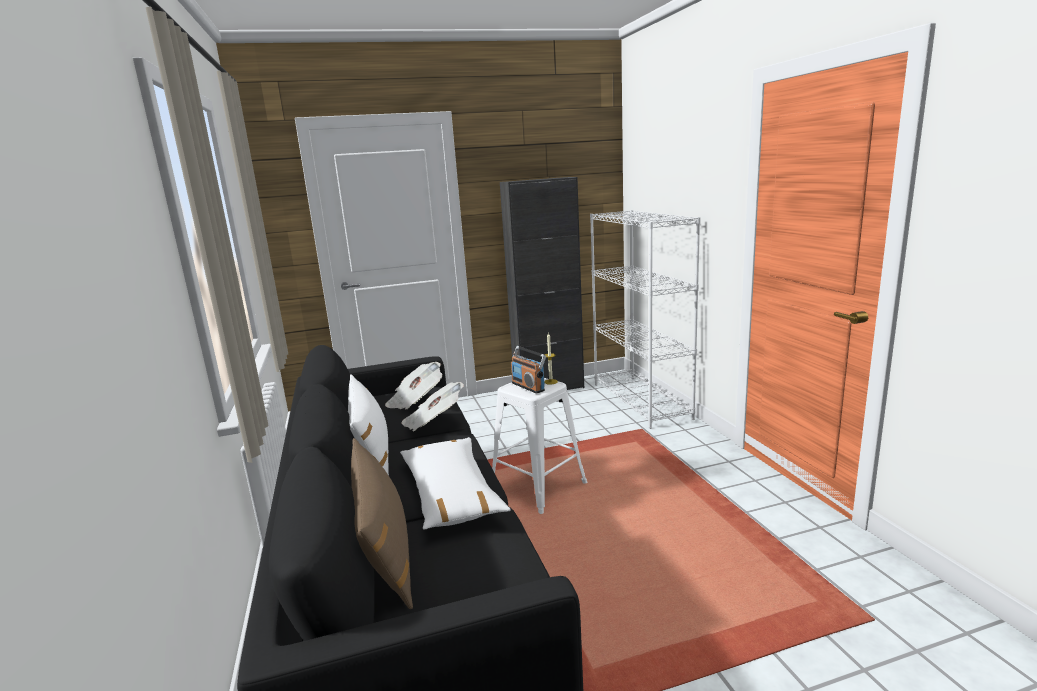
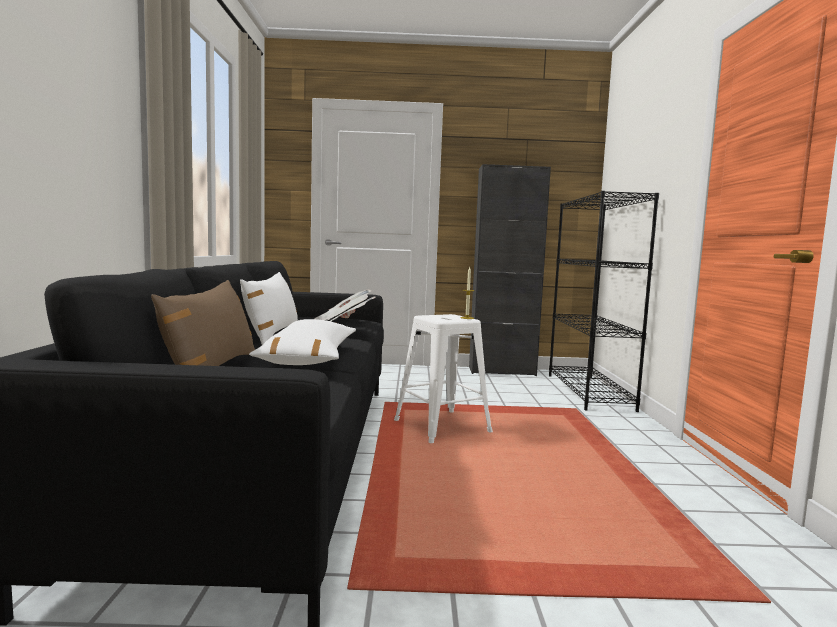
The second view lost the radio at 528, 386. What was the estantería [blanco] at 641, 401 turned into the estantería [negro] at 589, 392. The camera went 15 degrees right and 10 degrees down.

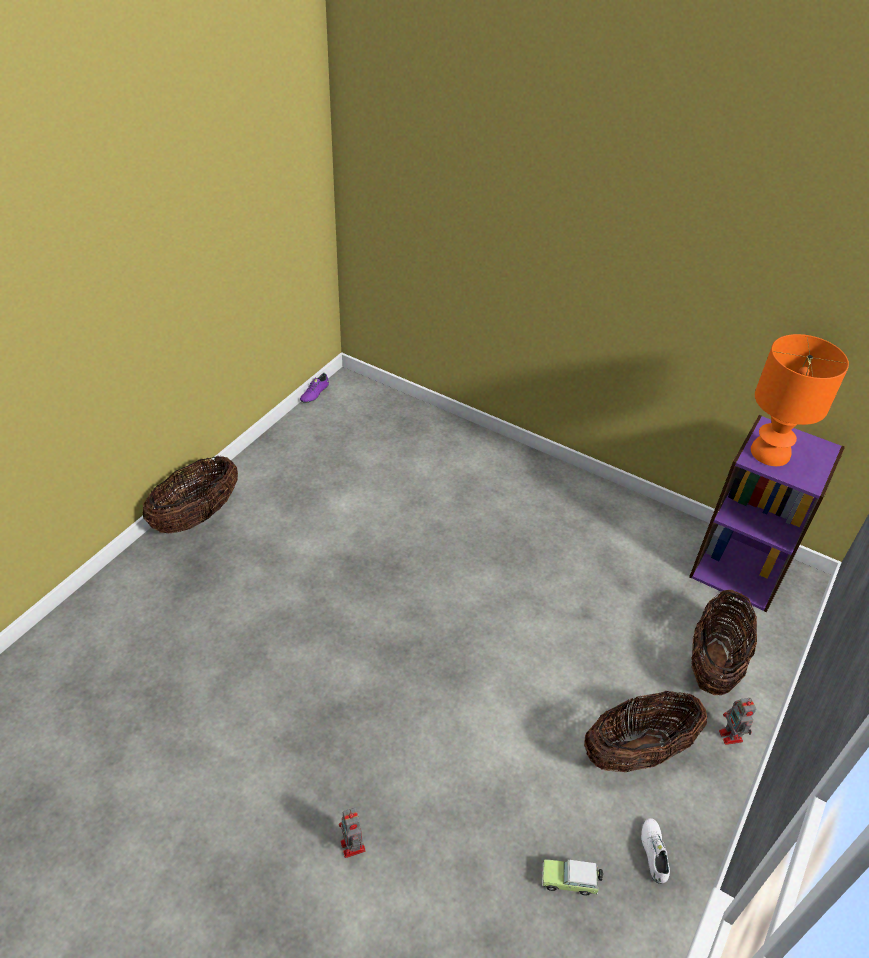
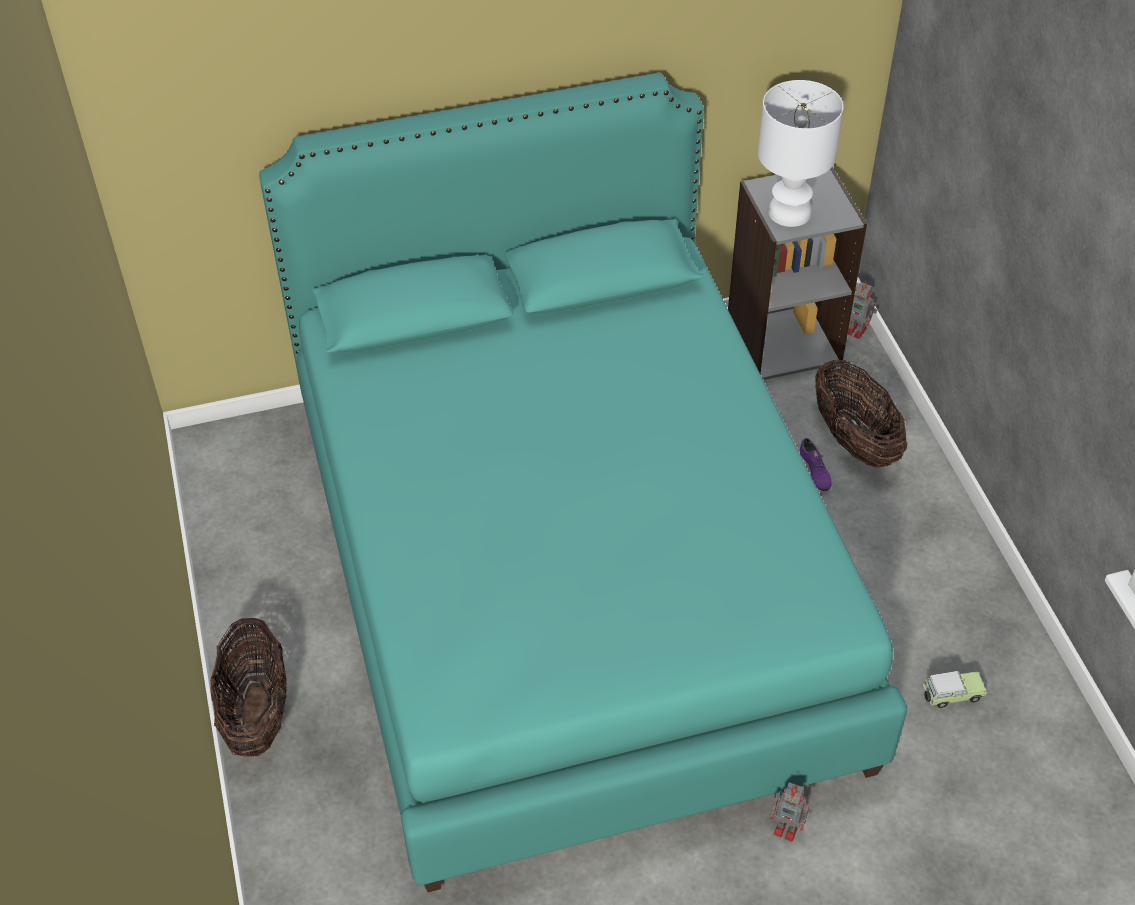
The second view lost the cesta at 637, 752. The second view lost the zapato [blanco] at 654, 853. The second view gained the cama [turquesa] at 568, 576. The zapato [morado] ended up elsewhere, having gone from 314, 394 to 814, 471. The robot de juguete ended up elsewhere, having gone from 731, 737 to 857, 330. What was the estantería [morado] at 739, 568 turned into the estantería [gris] at 783, 341. What was the lámpara de mesa [naranja] at 769, 453 turned into the lámpara de mesa [blanco] at 789, 213. The coche de juguete at 570, 881 ended up facing another way, 150 degrees counterclockwise from before. The camera went 45 degrees left and 5 degrees up.

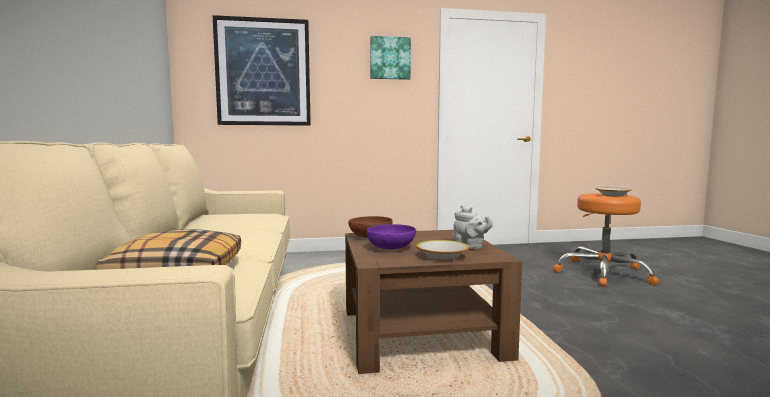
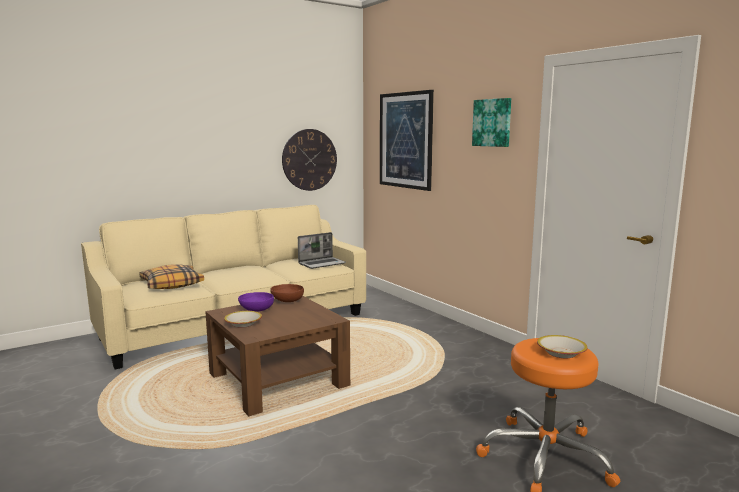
The second view lost the tetera [gris] at 470, 247. The second view gained the reloj de pared at 309, 160. The second view gained the portátil at 322, 264. The camera went 65 degrees right and 5 degrees up.

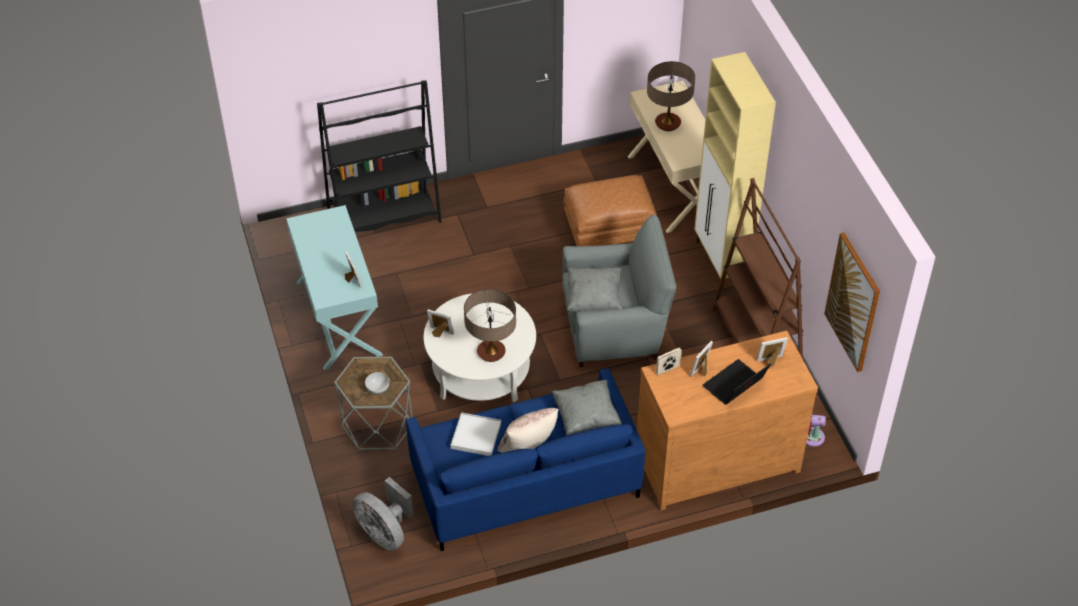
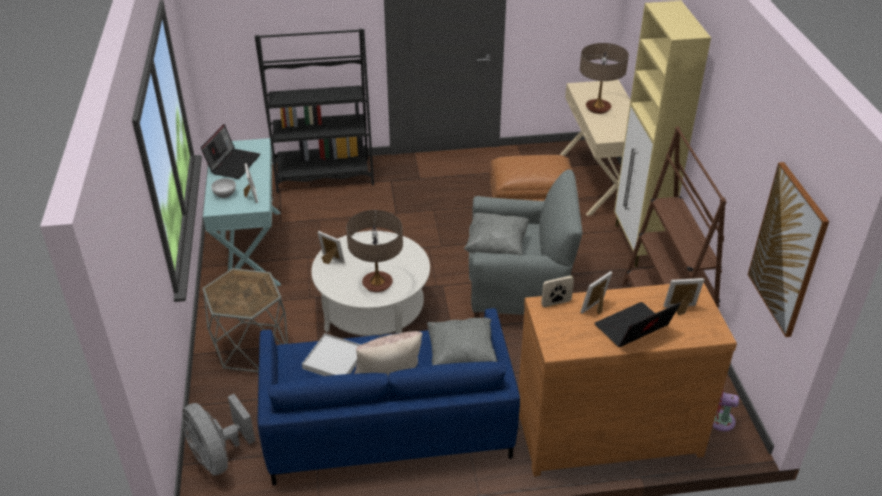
The second view gained the portátil at 233, 163. The cuenco ended up elsewhere, having gone from 378, 388 to 225, 194. The camera went 10 degrees right and 10 degrees down.

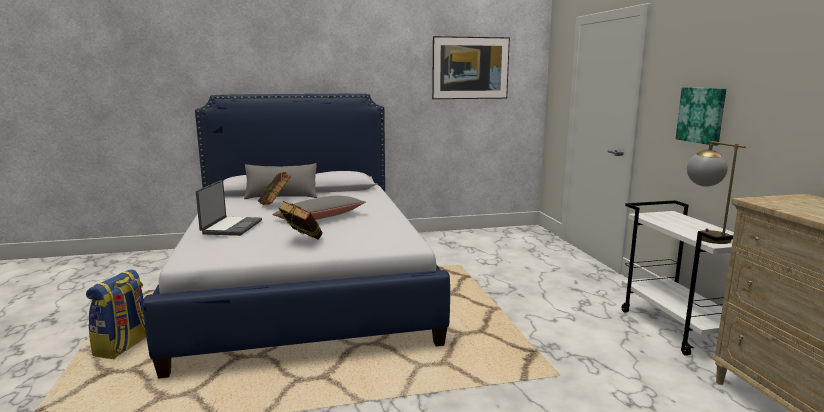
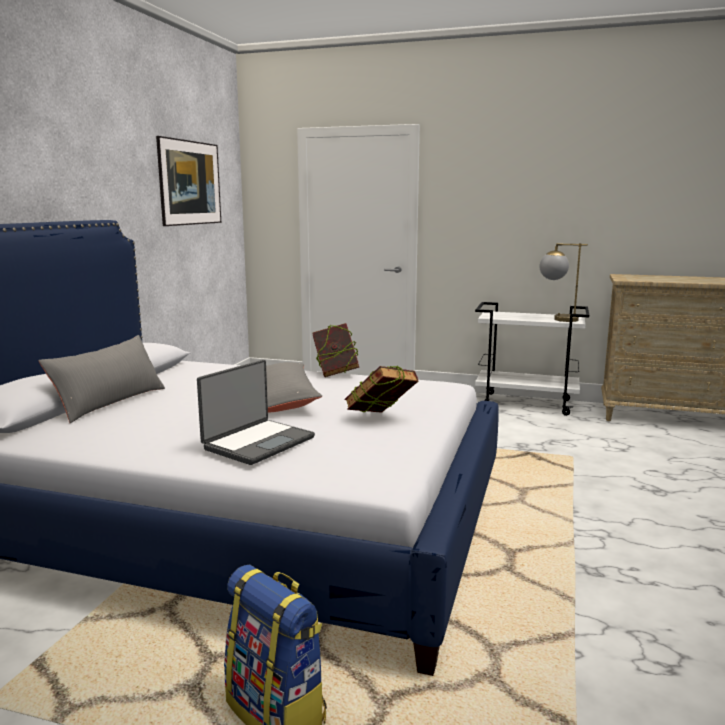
The second view lost the cuadro at 702, 115. The libro ended up elsewhere, having gone from 275, 205 to 335, 373. The portátil at 231, 227 ended up facing another way, 90 degrees clockwise from before. The camera went 60 degrees left and 0 degrees up.

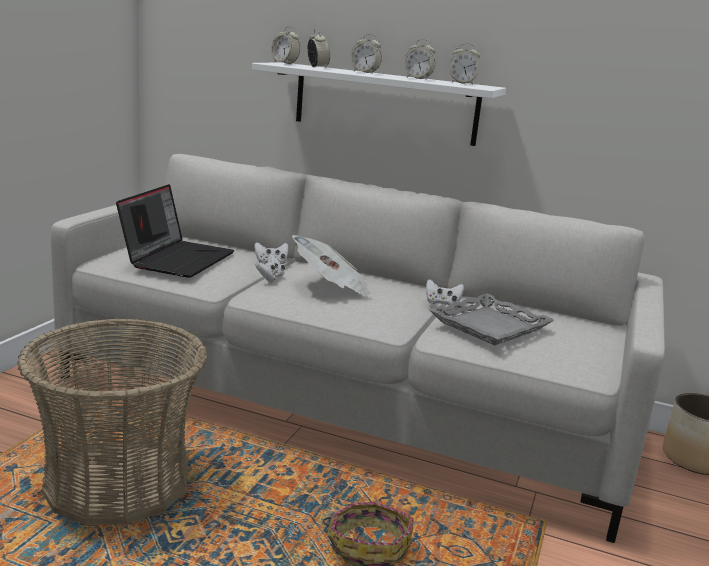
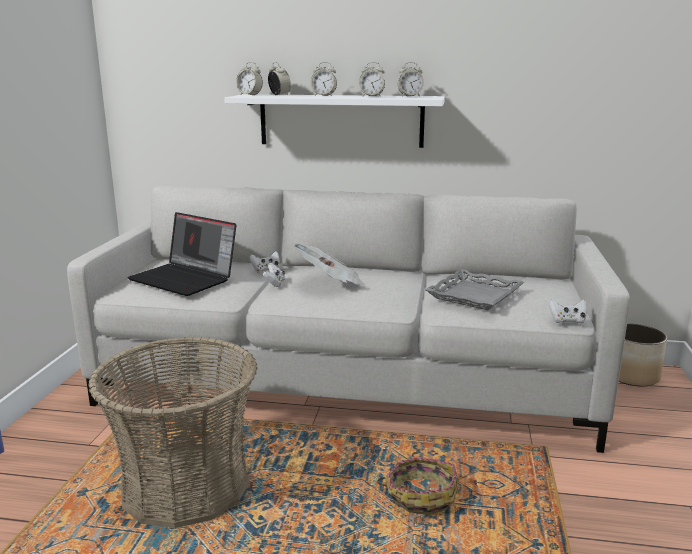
The mando de consola [blanco] ended up elsewhere, having gone from 442, 303 to 567, 321. The portátil at 178, 258 ended up facing another way, 120 degrees clockwise from before. The camera went 10 degrees left and 0 degrees up.

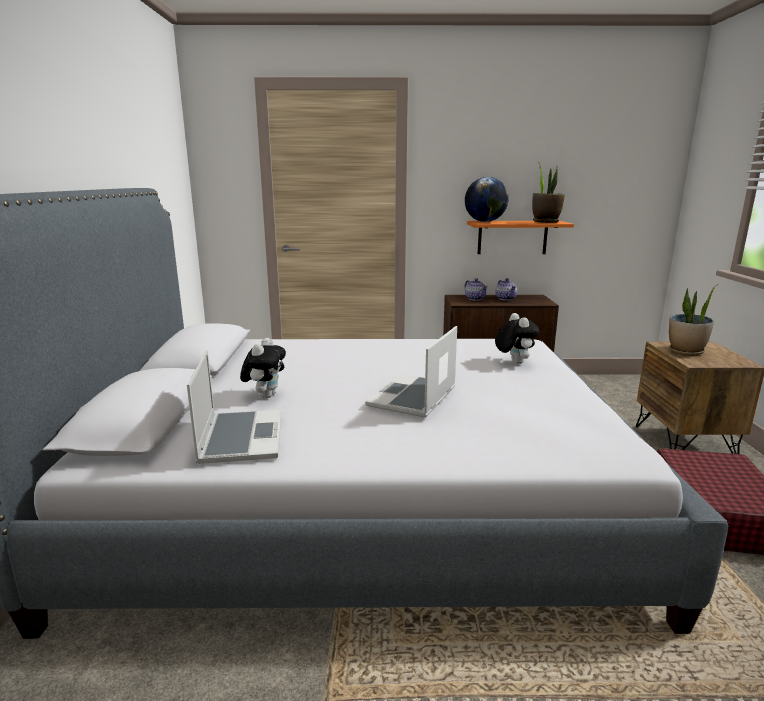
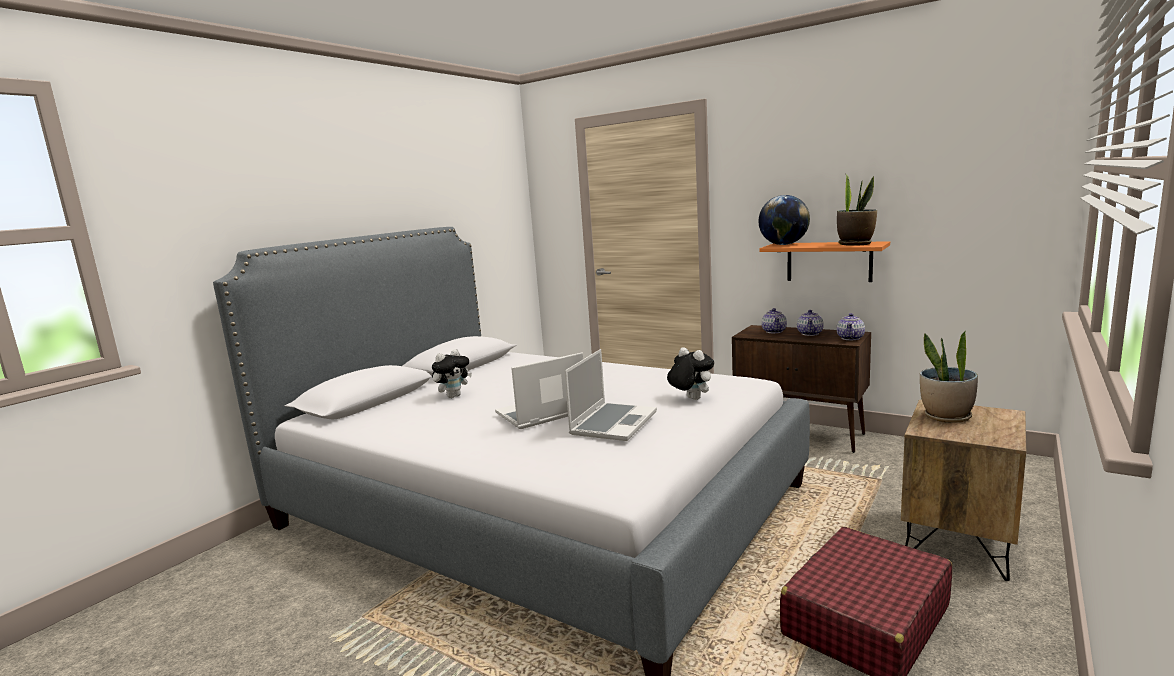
The second view gained the tetera at 850, 338. The portátil ended up elsewhere, having gone from 240, 437 to 613, 423. The peluche at 513, 362 ended up facing another way, 60 degrees counterclockwise from before. The camera went 35 degrees right and 5 degrees down.

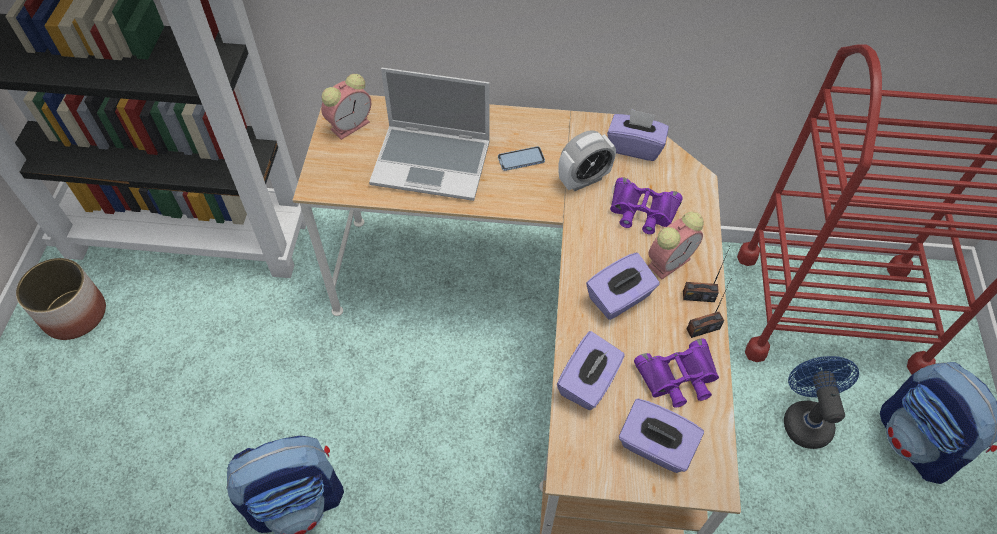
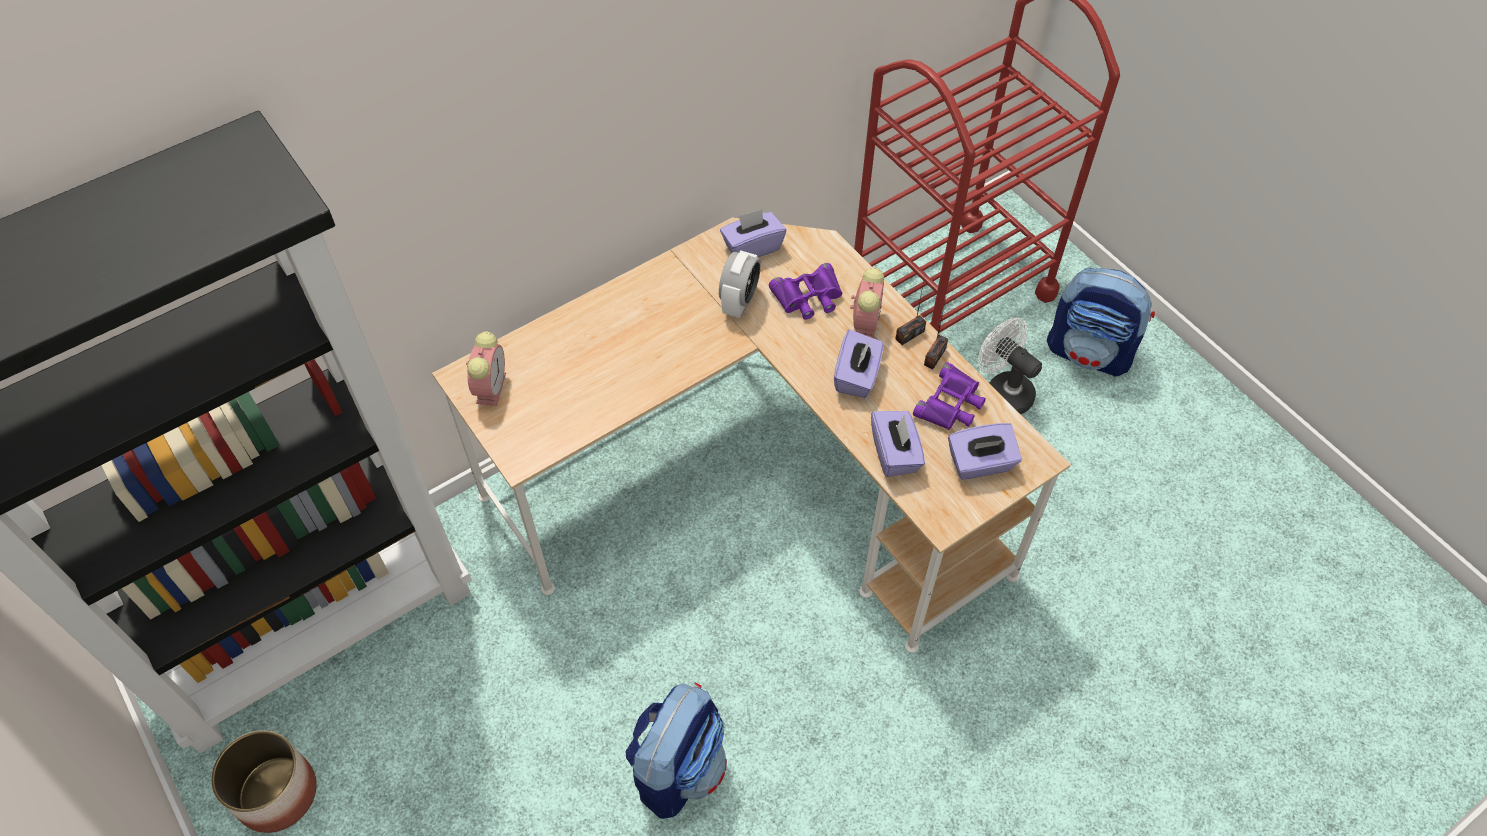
The second view lost the portátil at 433, 163. The second view lost the móvil at 521, 159. What was the ventilador [azul] at 805, 418 turned into the ventilador [blanco] at 1002, 391. The camera went 40 degrees left and 0 degrees up.

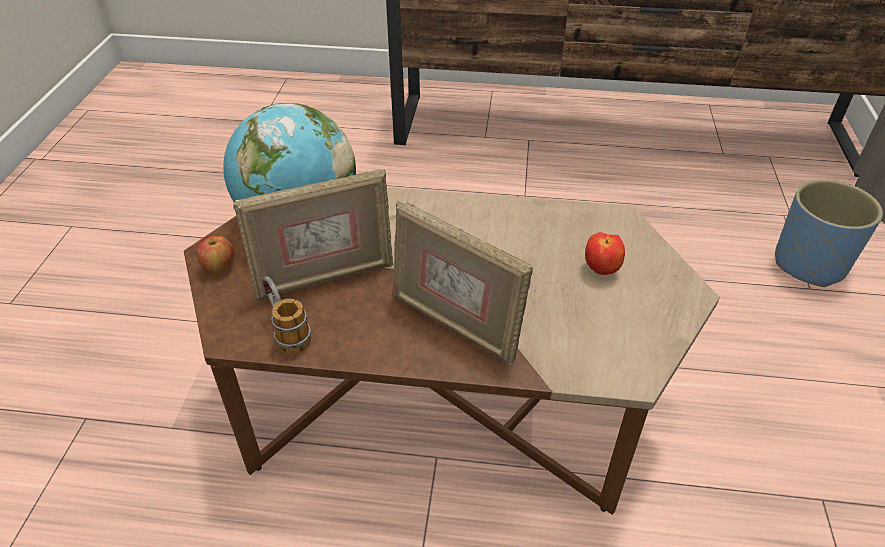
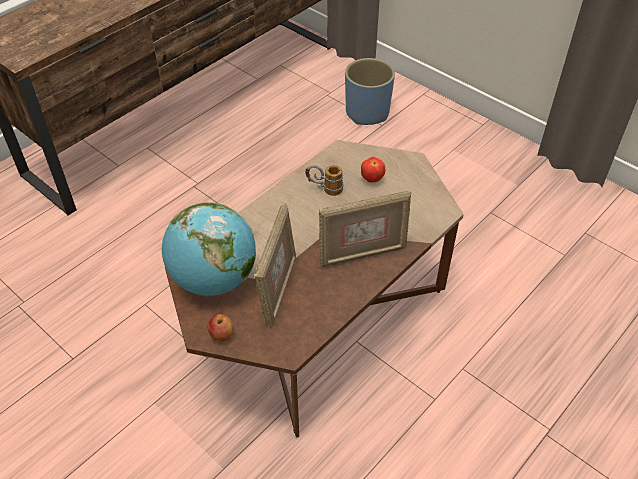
The taza grande ended up elsewhere, having gone from 286, 332 to 324, 189. The camera went 55 degrees left and 5 degrees up.

